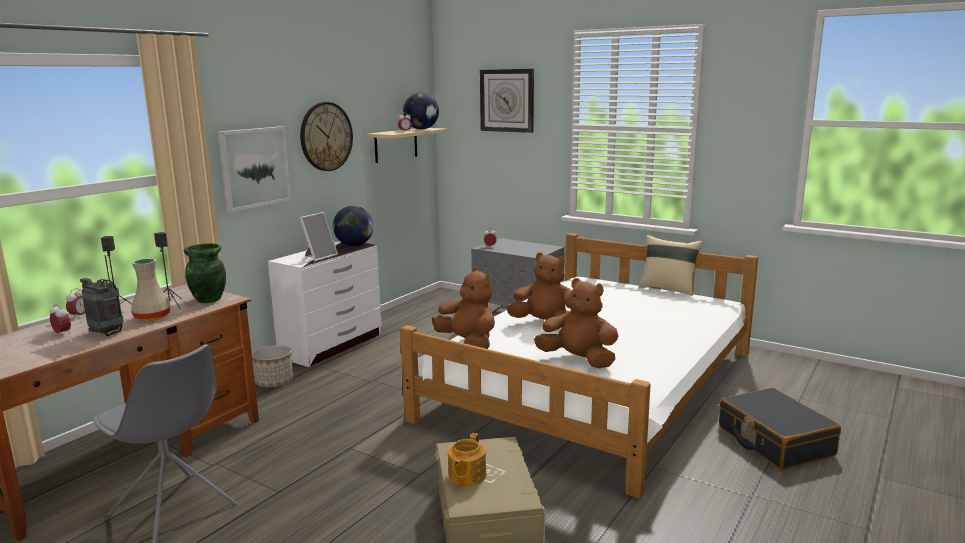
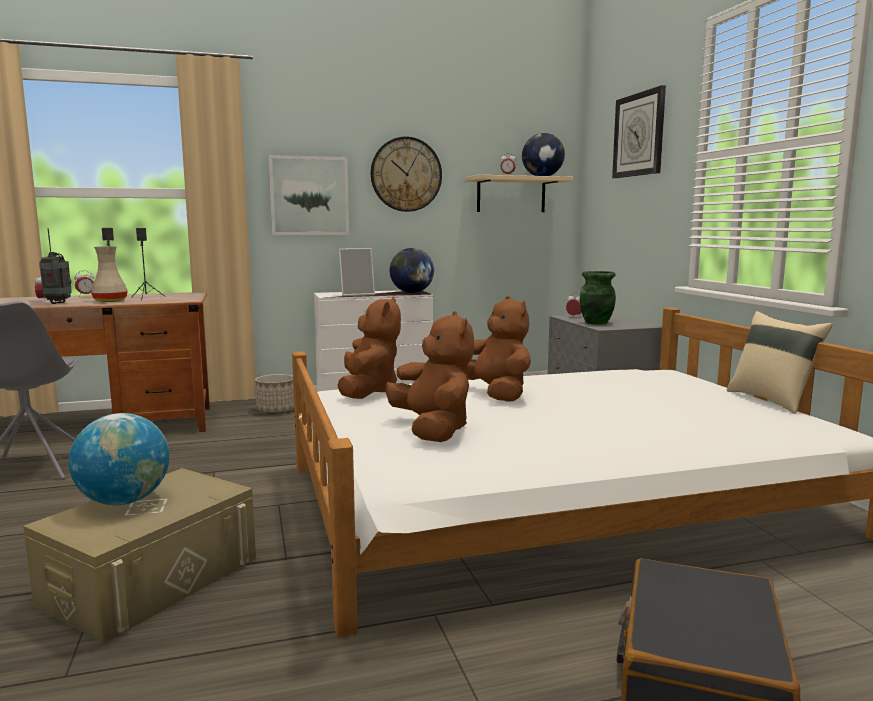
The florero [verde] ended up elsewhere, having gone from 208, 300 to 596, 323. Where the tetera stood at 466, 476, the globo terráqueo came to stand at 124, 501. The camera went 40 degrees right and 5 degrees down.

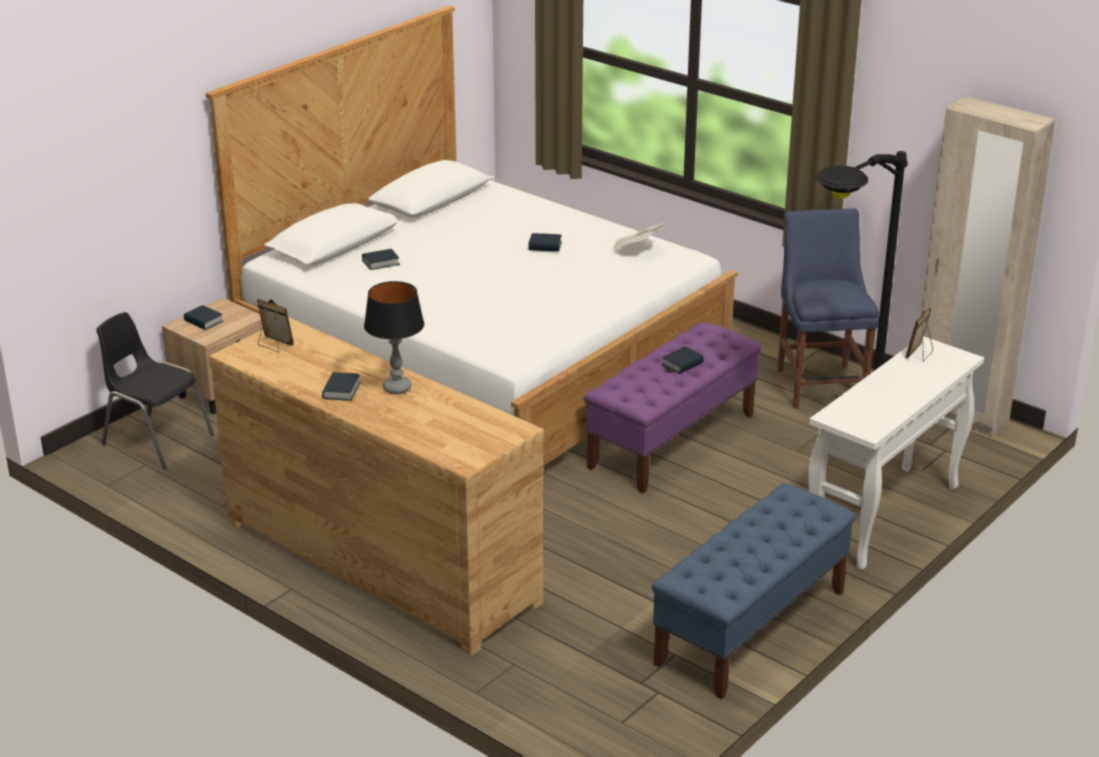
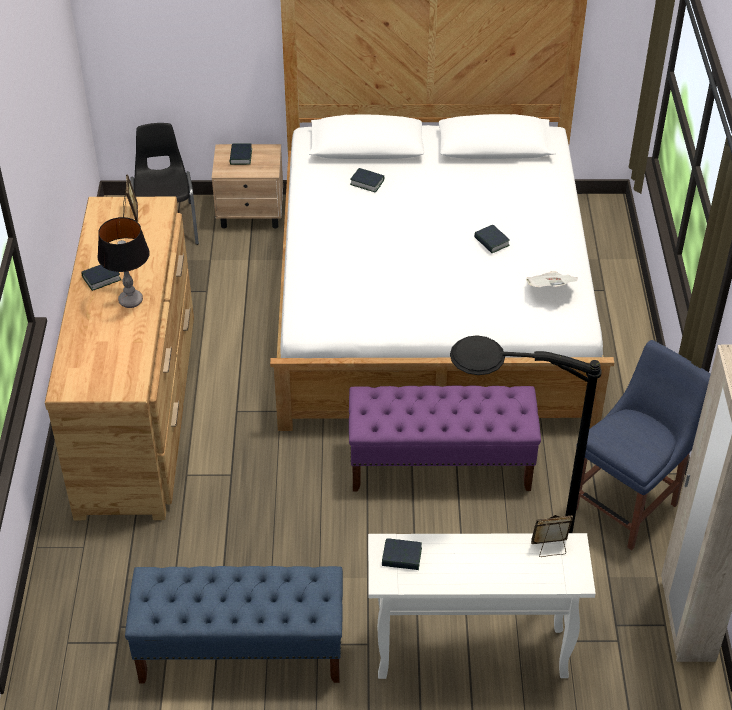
The libro ended up elsewhere, having gone from 682, 364 to 401, 557. The camera went 50 degrees right and 15 degrees up.

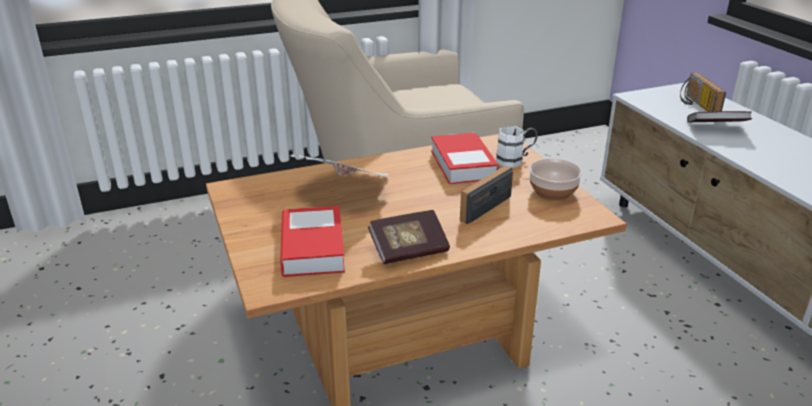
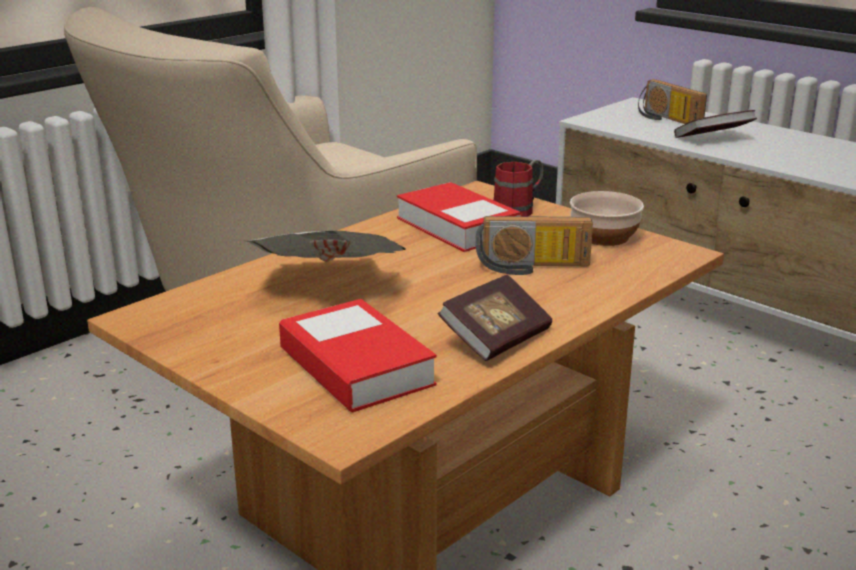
What was the taza grande [blanco] at 515, 160 turned into the taza grande [rojo] at 519, 210. The radio at 481, 205 ended up facing another way, 105 degrees counterclockwise from before. The camera went 25 degrees left and 5 degrees down.

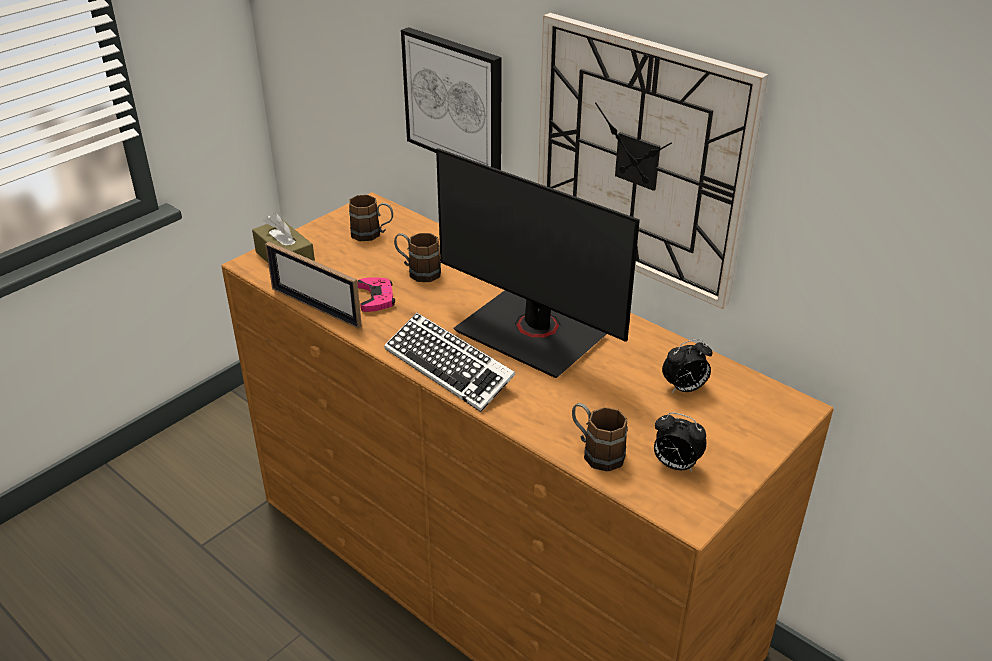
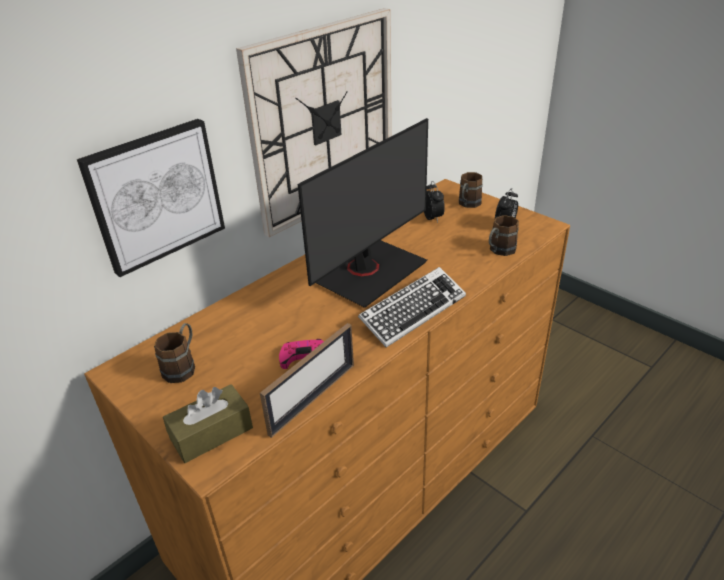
The taza grande [marrón] ended up elsewhere, having gone from 418, 271 to 467, 205. The camera went 85 degrees left and 0 degrees up.

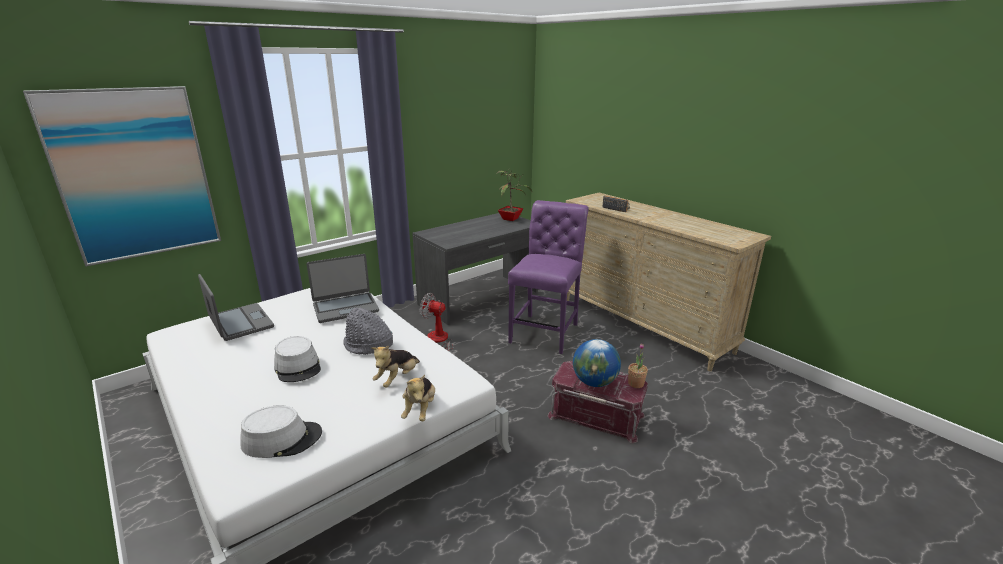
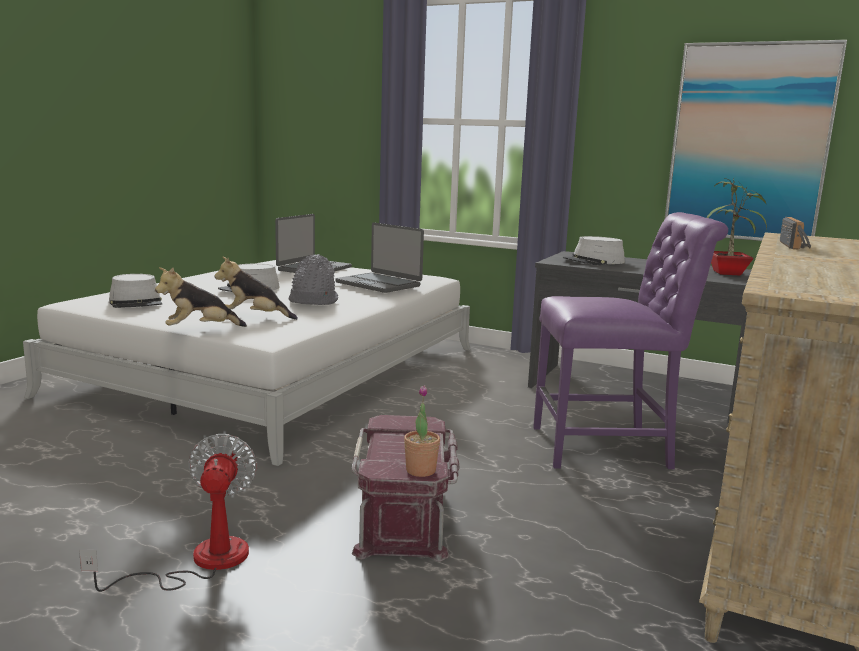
The second view lost the globo terráqueo at 594, 382. The second view gained the sombrero [gris] at 593, 261. The cuadro ended up elsewhere, having gone from 134, 175 to 748, 143. The ventilador ended up elsewhere, having gone from 439, 341 to 201, 562. The camera went 65 degrees right and 10 degrees down.

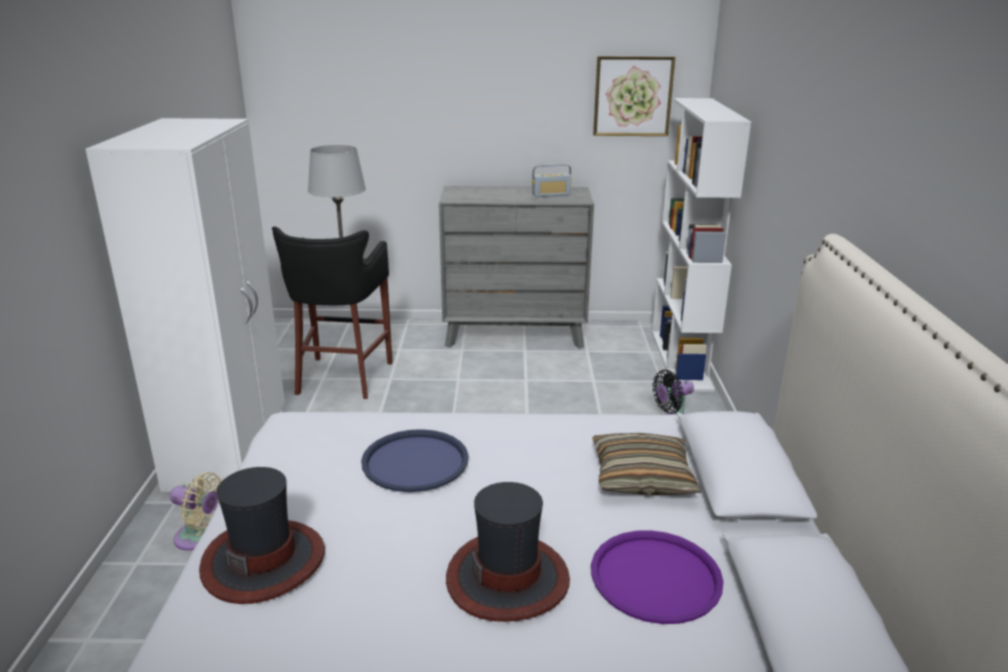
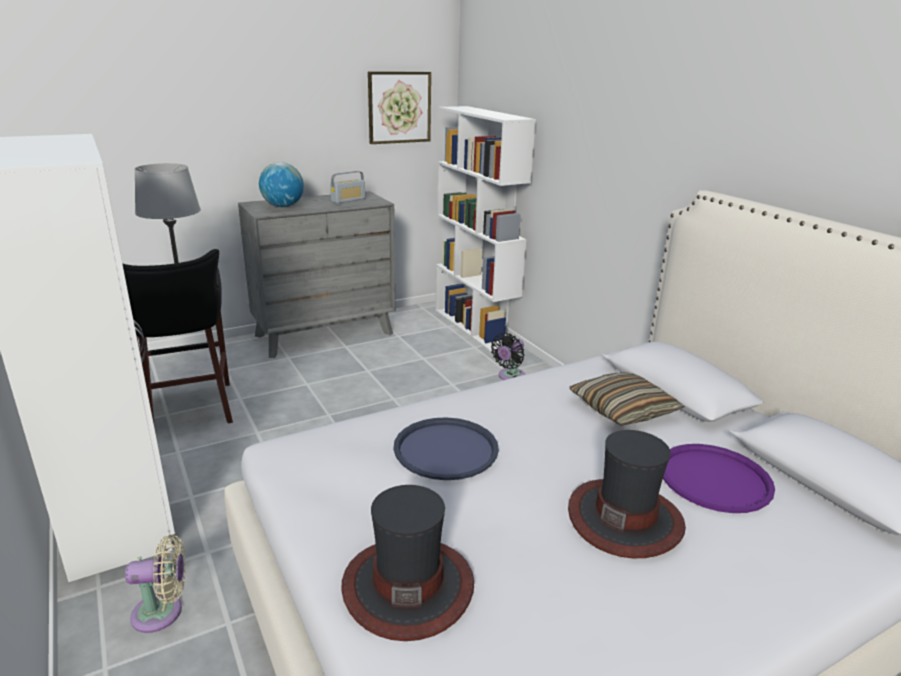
The second view gained the globo terráqueo at 283, 206. The camera went 30 degrees left and 0 degrees up.

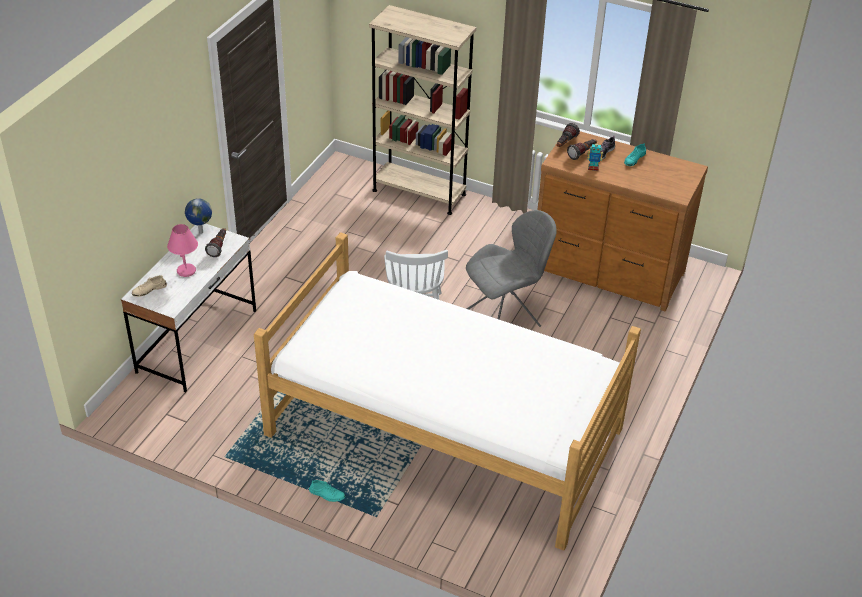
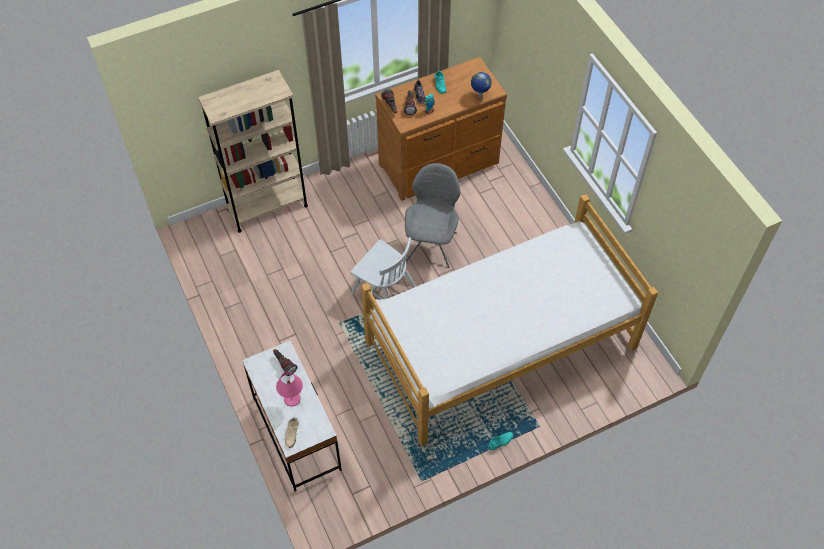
The globo terráqueo ended up elsewhere, having gone from 200, 232 to 479, 96. The camera went 50 degrees left and 15 degrees up.

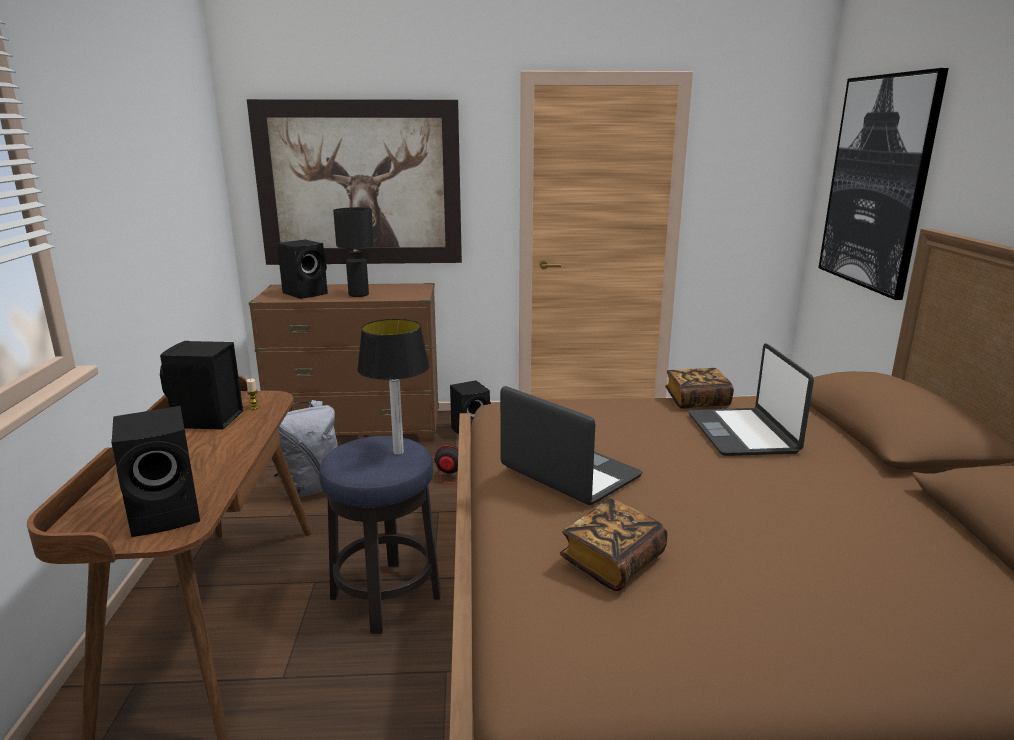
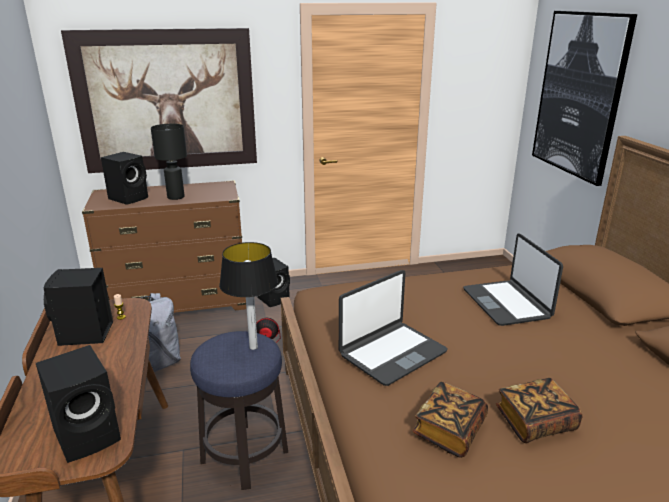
The libro ended up elsewhere, having gone from 697, 401 to 535, 422. The portátil at 569, 473 ended up facing another way, 105 degrees clockwise from before. The camera went 10 degrees left and 5 degrees up.

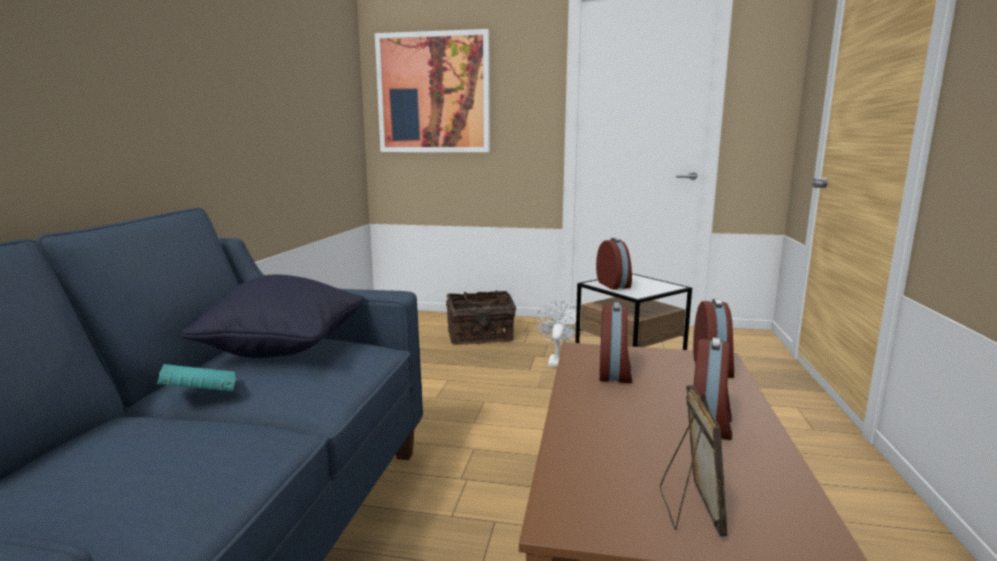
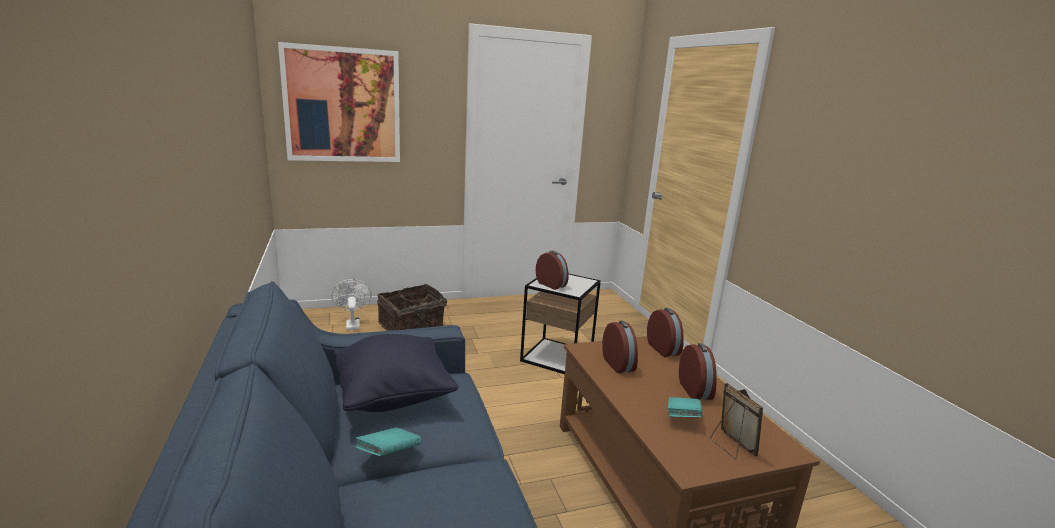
The second view gained the libro [turquesa] at 682, 417. The ventilador [blanco] ended up elsewhere, having gone from 557, 360 to 352, 324. The camera went 30 degrees left and 5 degrees up.

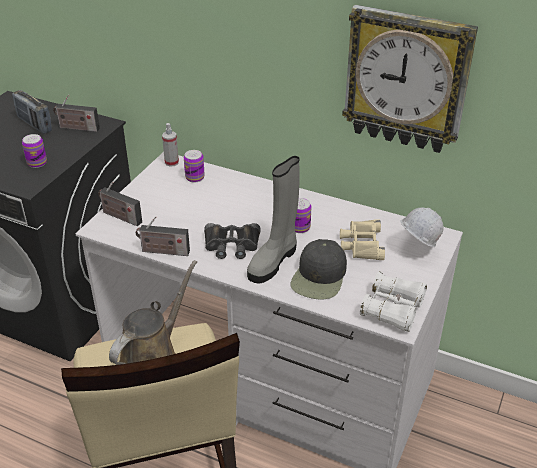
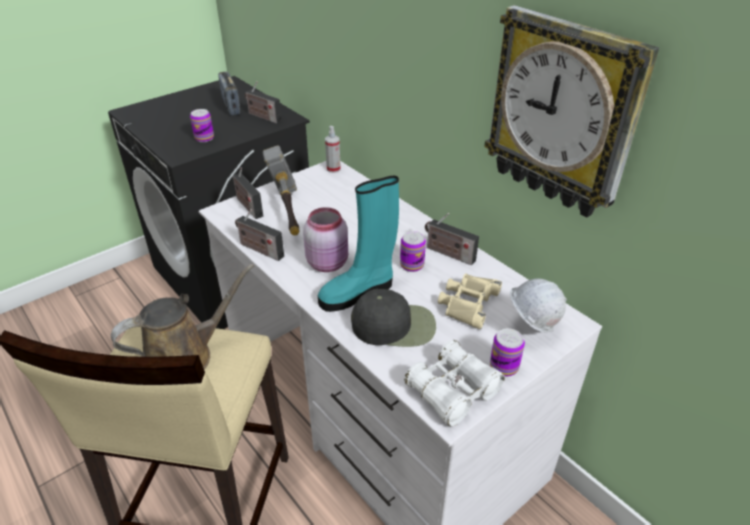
The second view gained the martillo at 288, 212. The second view gained the radio at 448, 253. The lata ended up elsewhere, having gone from 195, 177 to 504, 367. Where the prismáticos [negro] stood at 231, 245, the tarro [rosa] came to stand at 328, 263. What was the bota [gris] at 273, 261 turned into the bota [turquesa] at 358, 292. The gorra [negro] at 319, 277 ended up facing another way, 135 degrees counterclockwise from before. The camera went 25 degrees right and 0 degrees up.

